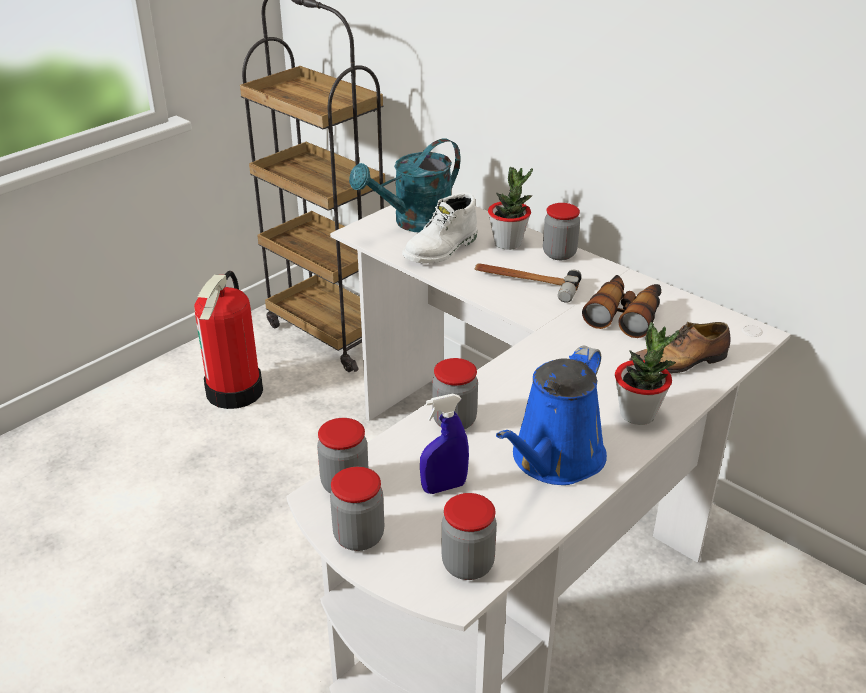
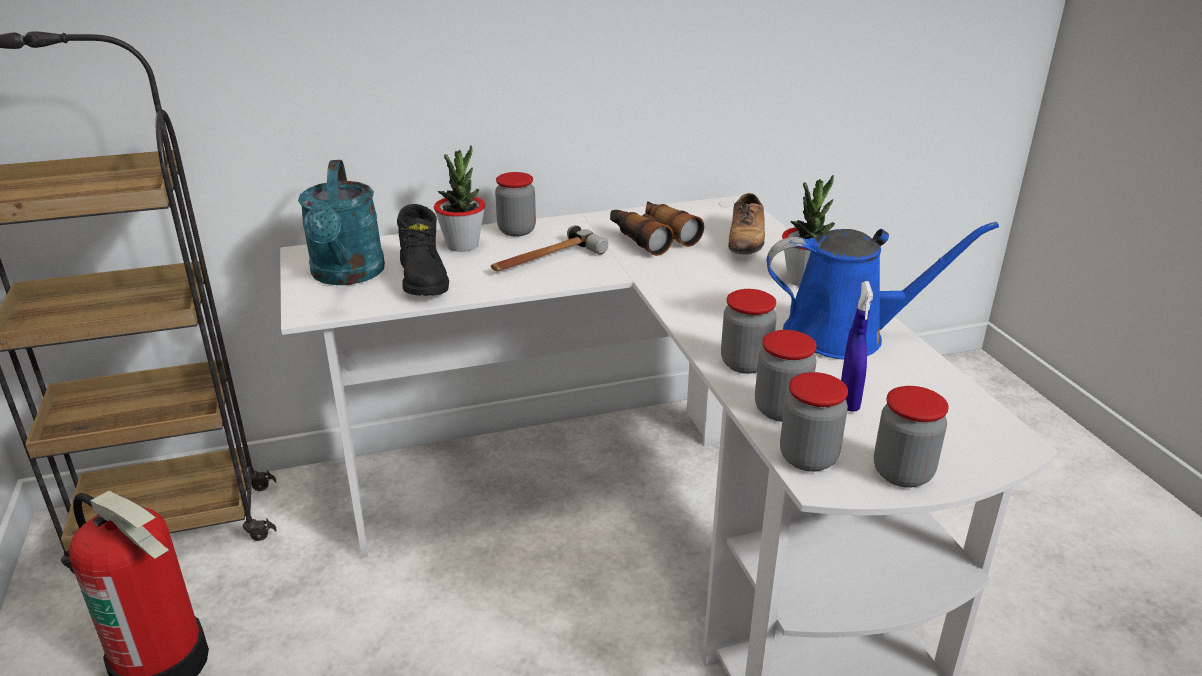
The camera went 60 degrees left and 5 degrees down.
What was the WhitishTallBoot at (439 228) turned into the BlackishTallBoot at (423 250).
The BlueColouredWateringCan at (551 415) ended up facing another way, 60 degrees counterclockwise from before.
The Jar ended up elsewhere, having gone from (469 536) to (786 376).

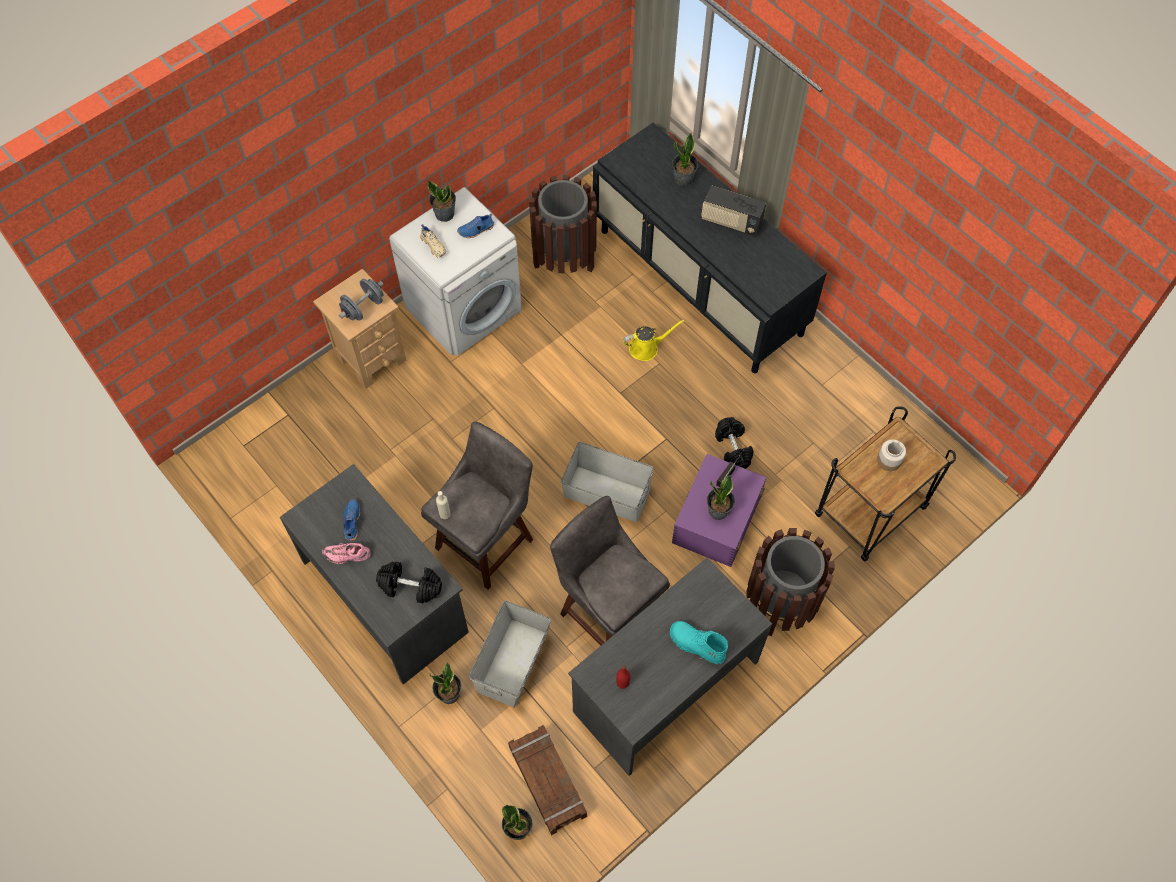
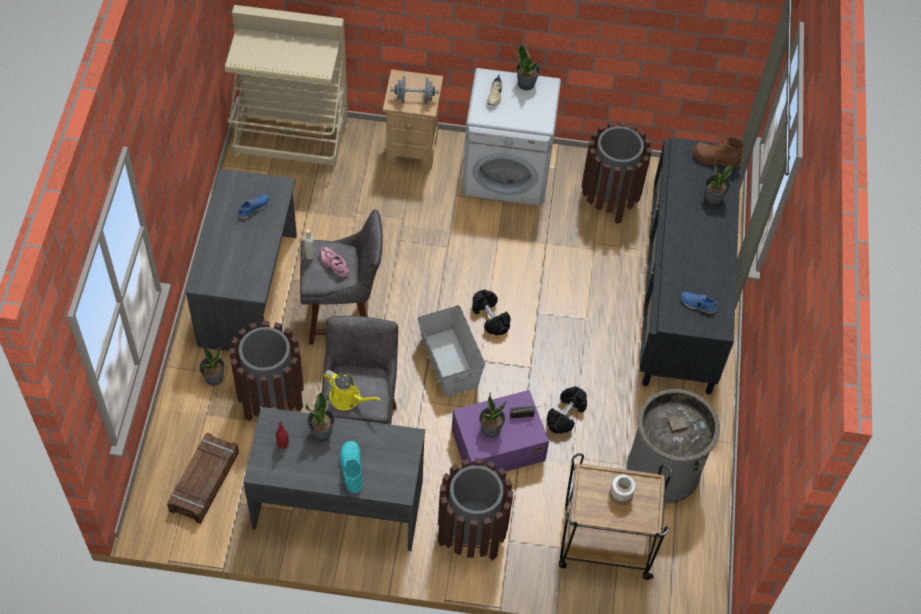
The camera went 45 degrees right and 5 degrees down.
The second view lost the RadioSet at (733 211).
The BlueColouredShoe ended up elsewhere, having gone from (475 226) to (699 303).
The YellowishWateringCan ended up elsewhere, having gone from (654 340) to (352 390).
The PinkishShoe ended up elsewhere, having gone from (346 553) to (334 262).
The BlackishFreeWeight ended up elsewhere, having gone from (409 582) to (491 312).
Where the GreyStorageBox stood at (510 653), the BrownishTrashCan came to stand at (266 371).
The PlantInAPot ended up elsewhere, having gone from (517 822) to (320 416).
The second view gained the BeigeColouredShoeRack at (286 87).
The second view gained the BrownishTallBoot at (718 152).
The second view gained the GreyTrashCan at (673 446).

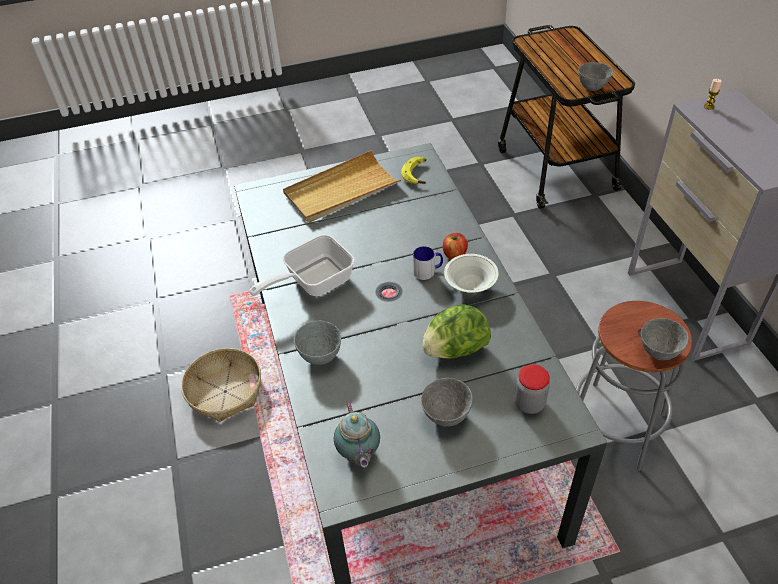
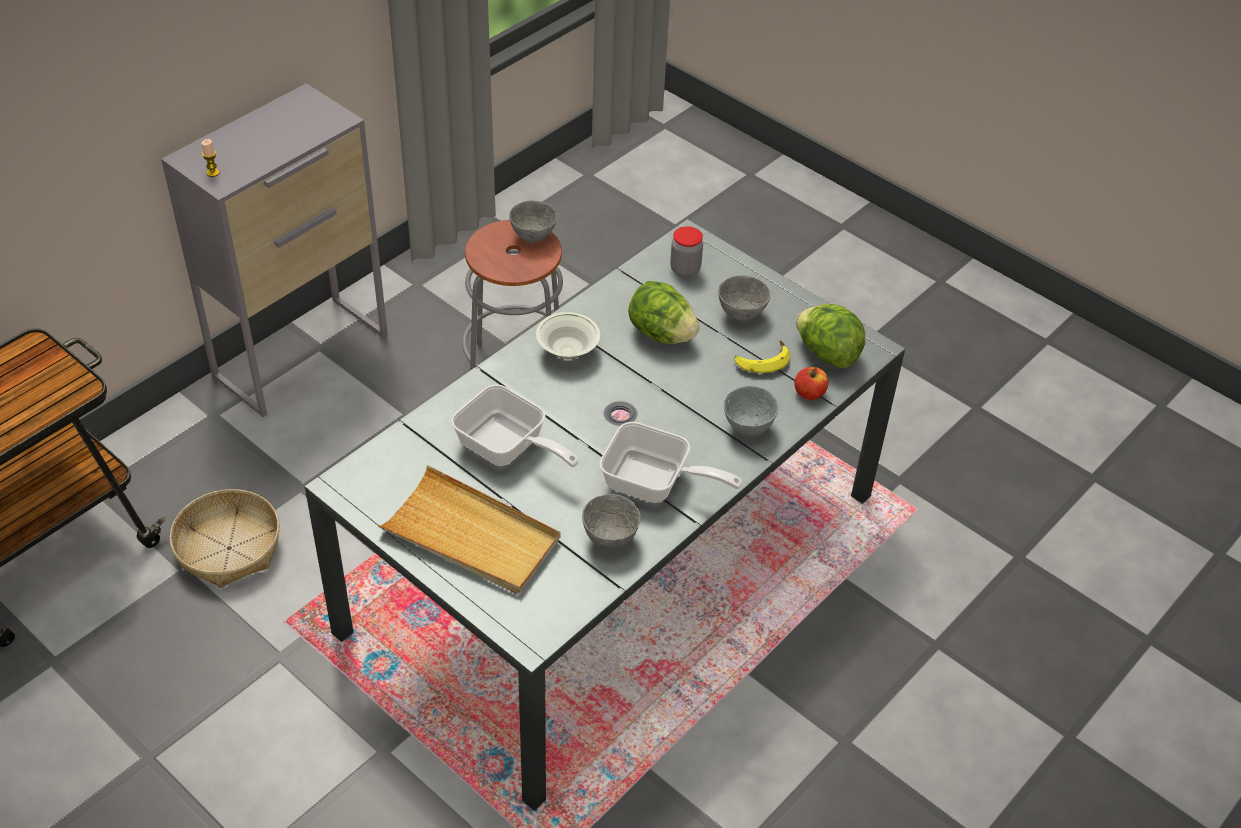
The camera went 125 degrees left and 0 degrees up.
The GreyBowl ended up elsewhere, having gone from (595 76) to (611 522).
The WholeBanana ended up elsewhere, having gone from (414 170) to (762 356).
The AppleFruit ended up elsewhere, having gone from (455 246) to (811 383).
The second view lost the CoffeeMug at (428 263).
The StorageBasket ended up elsewhere, having gone from (221 385) to (225 538).
Where the TeaPot stood at (357 434), the Lettuce came to stand at (830 336).
The second view gained the Skillet at (515 426).

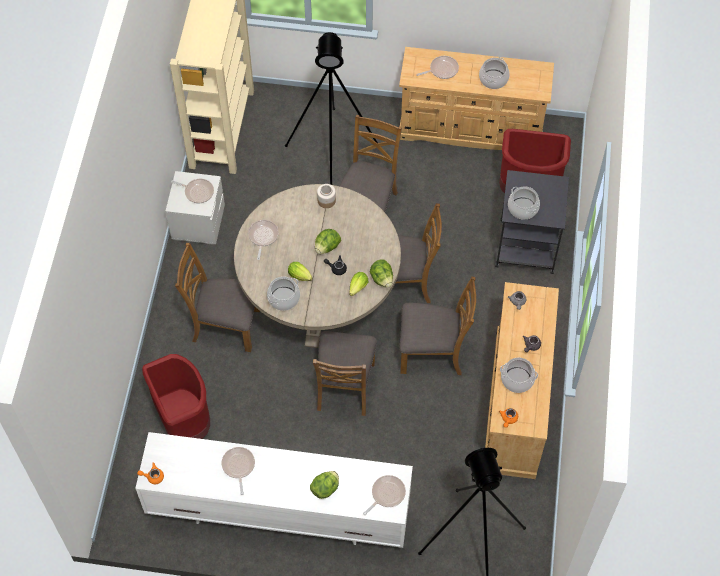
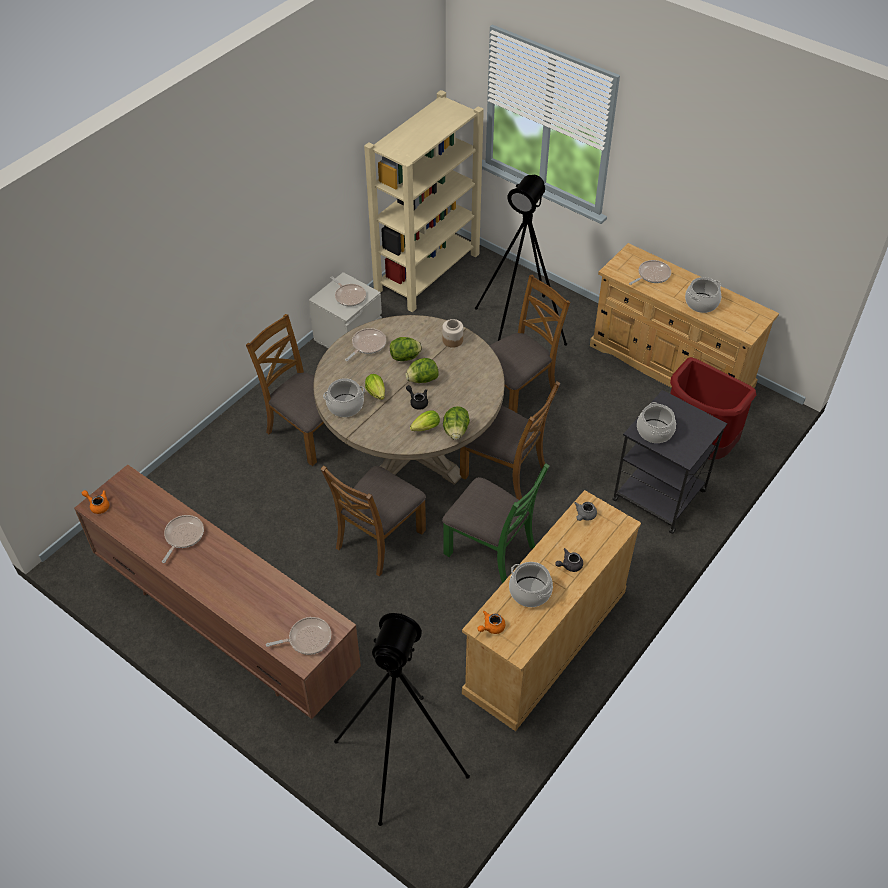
The camera went 30 degrees right and 10 degrees down.
The Skillet at (438 67) ended up facing another way, 45 degrees counterclockwise from before.
What was the BrownishChair at (438 325) turned into the GreenChair at (496 523).
The second view lost the ReddishTrashCan at (176 396).
What was the WhitishStorageCabinet at (274 490) turned into the BrownishStorageCabinet at (217 592).
The Lettuce ended up elsewhere, having gone from (324 485) to (406 349).

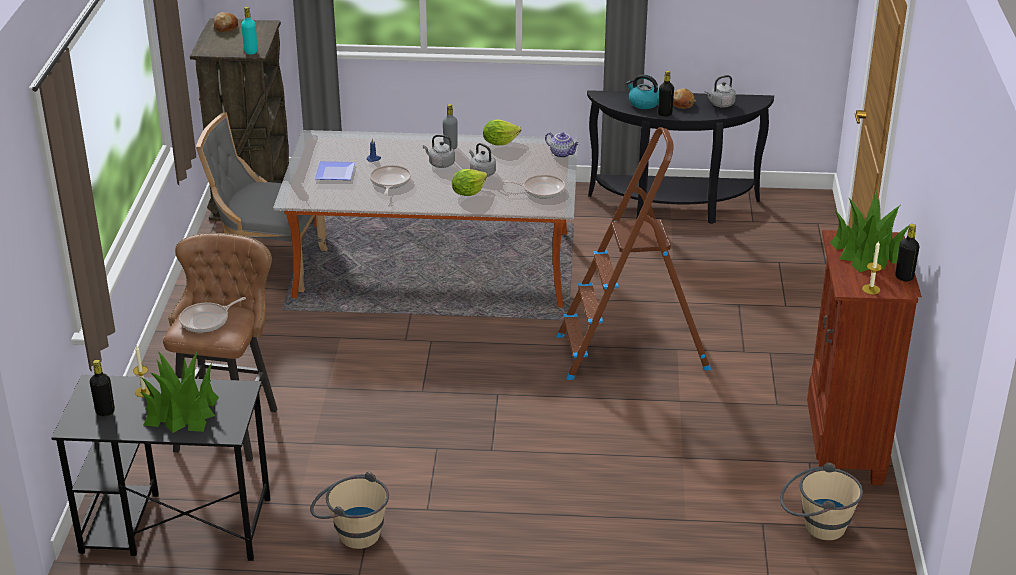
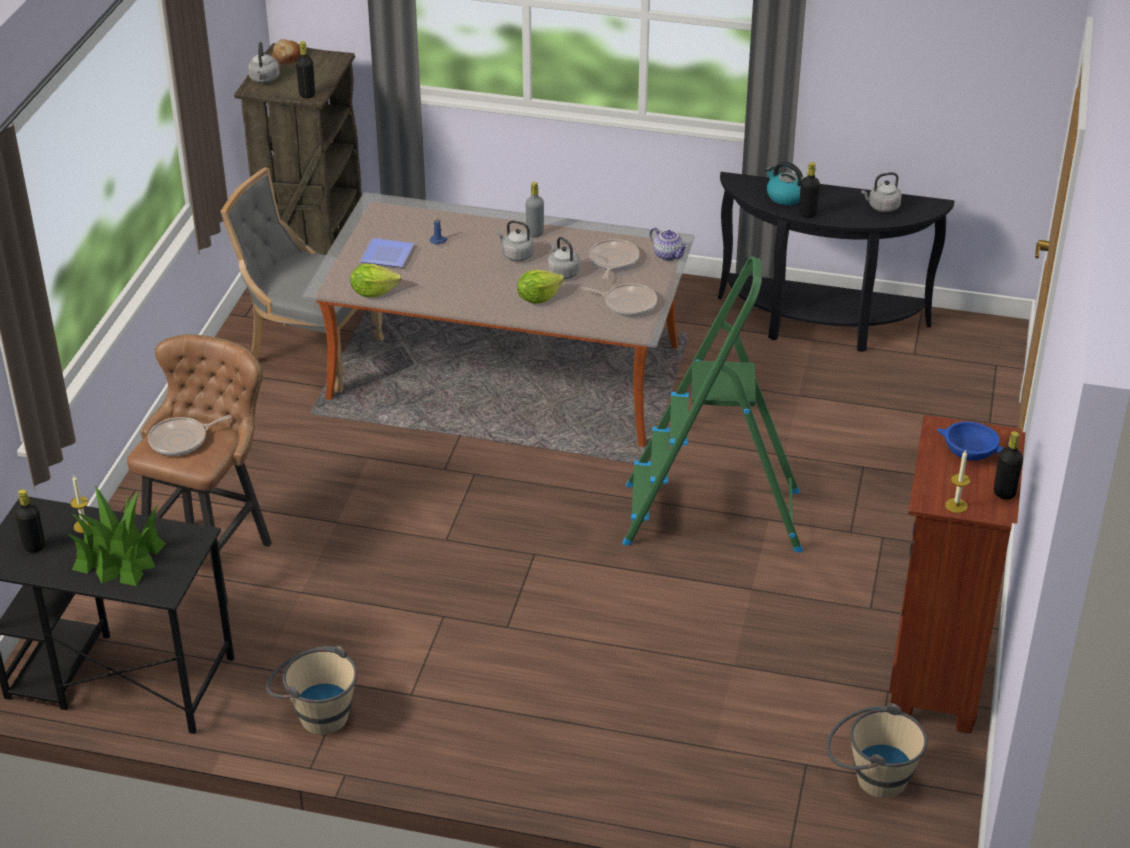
The camera went 10 degrees right and 5 degrees up.
What was the TurquoiseColouredDrinkBottle at (249 31) turned into the BlackishDrinkBottle at (305 69).
The second view lost the BakeryBread at (684 98).
The Lettuce ended up elsewhere, having gone from (502 133) to (376 280).
What was the BrownishStepStool at (633 253) turned into the GreenStepStool at (712 404).
The Skillet ended up elsewhere, having gone from (390 180) to (615 259).
Where the PlantInAPot stood at (869 231), the BlueColouredBowl came to stand at (970 441).
The second view gained the GreyTeaKettle at (264 62).

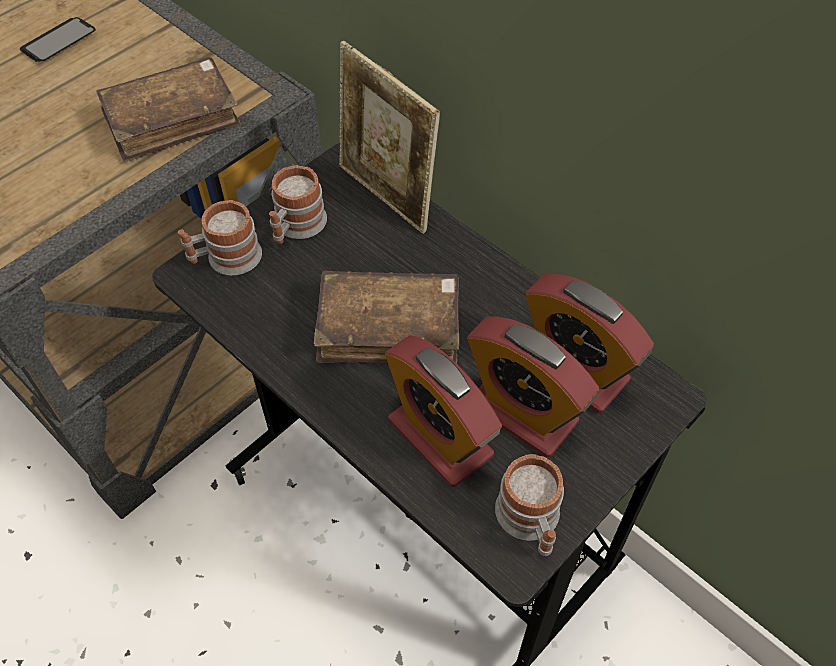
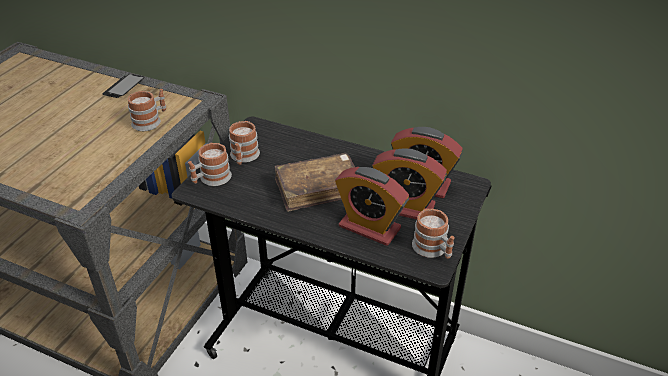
The camera went 20 degrees left and 15 degrees down.
The Phone ended up elsewhere, having gone from (58 39) to (123 86).
The second view lost the PictureFrame at (389 137).
Where the BrownishBook stood at (168 109), the CoffeeMug came to stand at (147 110).

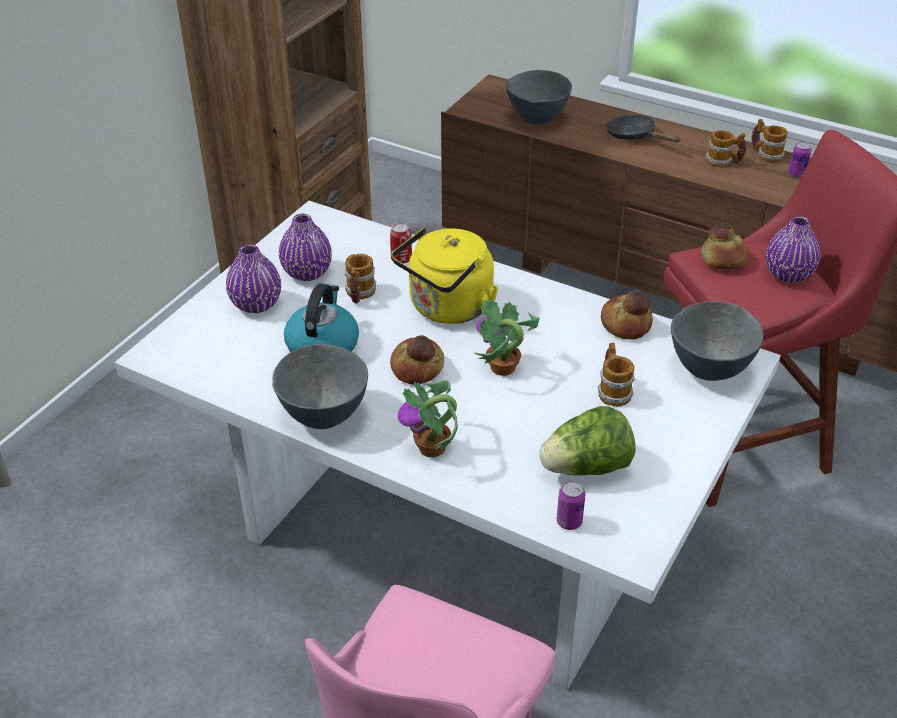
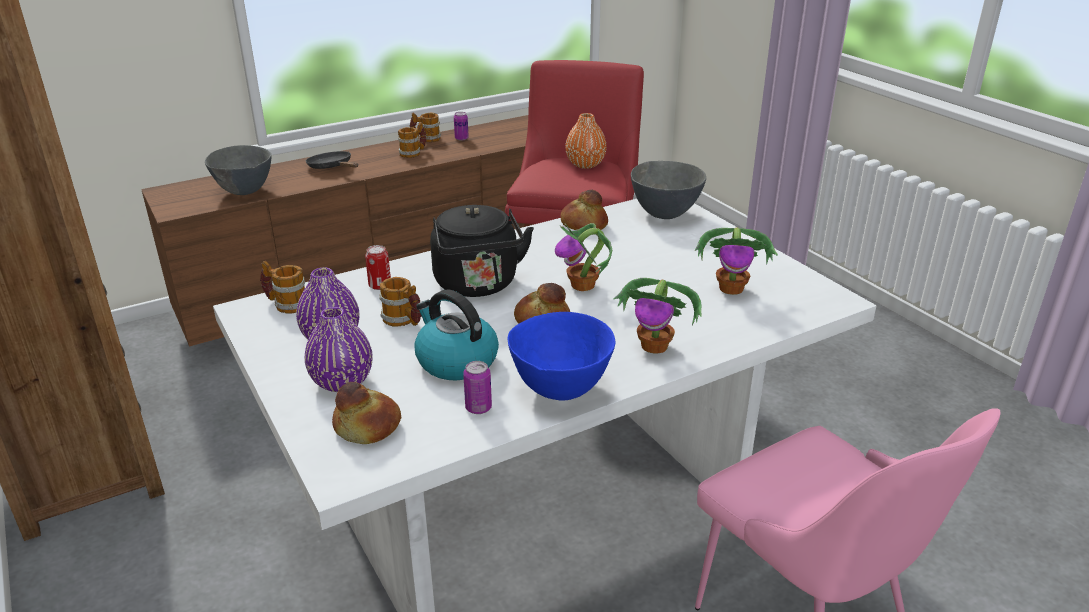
The camera went 60 degrees left and 10 degrees down.
The BlackishSkillet at (643 128) ended up facing another way, 60 degrees clockwise from before.
What was the PurpleVase at (793 249) turned into the OrangeVase at (586 141).
The BakeryBread ended up elsewhere, having gone from (725 246) to (366 413).
What was the YellowishTeaKettle at (445 276) turned into the BlackishTeaKettle at (482 251).
The CoffeeMug ended up elsewhere, having gone from (616 375) to (282 287).
What was the GreyBowl at (320 386) turned into the BlueColouredBowl at (561 356).
Where the Lettuce stood at (587 441), the PlantInAPot came to stand at (736 261).
The SealedCan ended up elsewhere, having gone from (571 505) to (477 387).

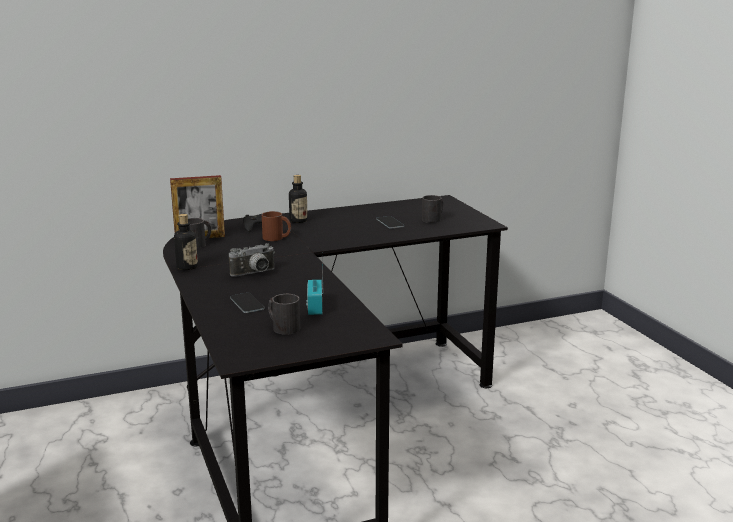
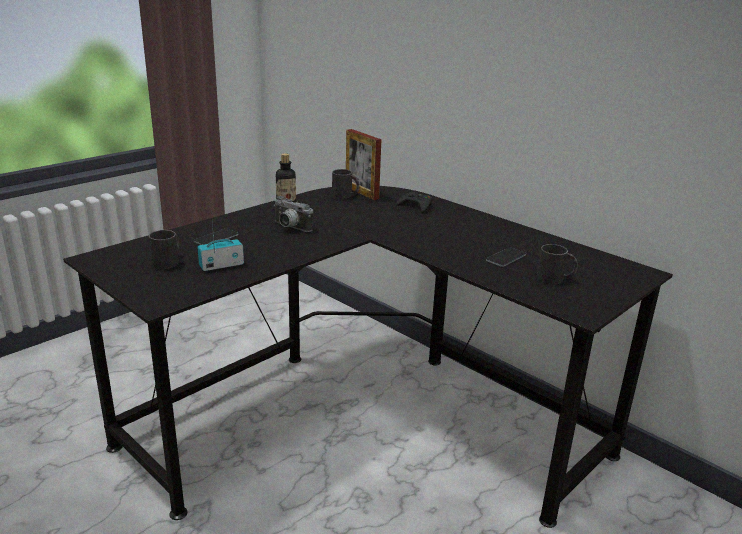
The camera went 65 degrees right and 5 degrees up.
The second view lost the DrinkBottle at (298 199).
The second view lost the BrownishCoffeeMug at (276 226).

